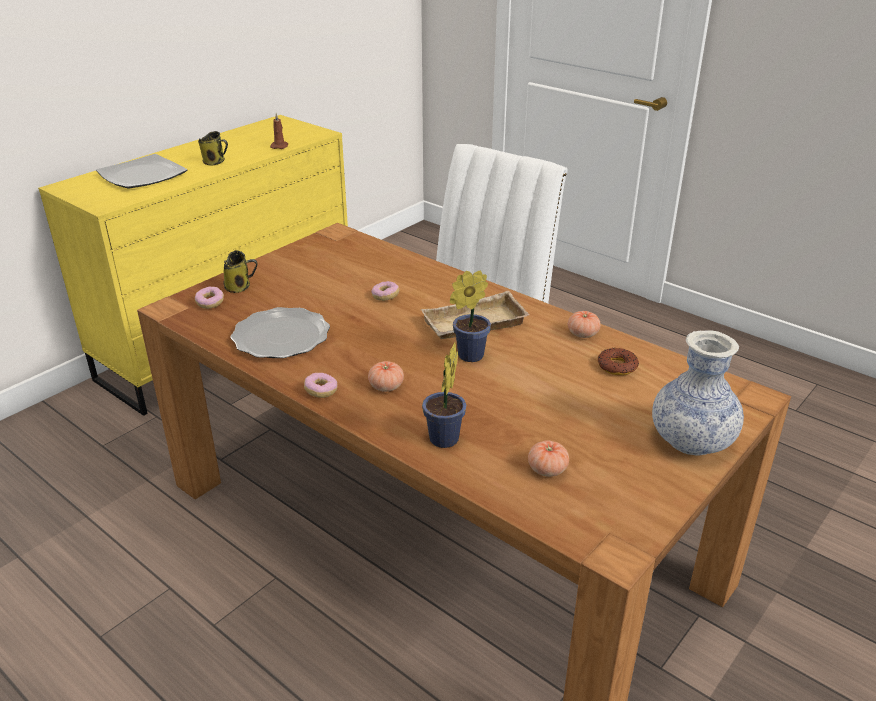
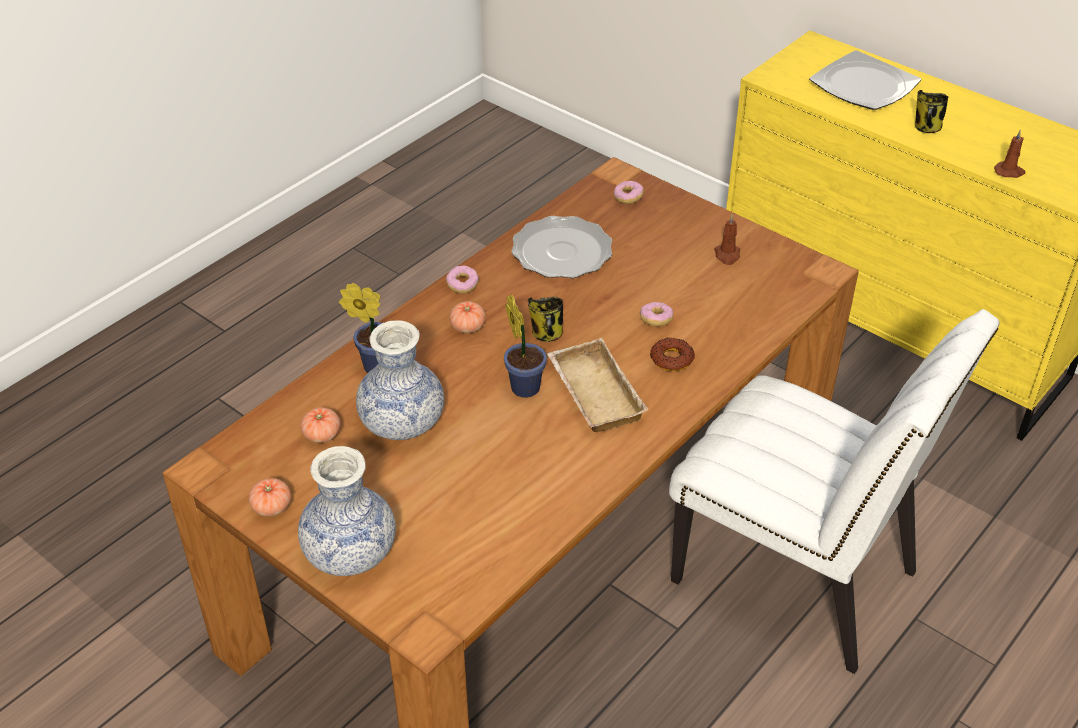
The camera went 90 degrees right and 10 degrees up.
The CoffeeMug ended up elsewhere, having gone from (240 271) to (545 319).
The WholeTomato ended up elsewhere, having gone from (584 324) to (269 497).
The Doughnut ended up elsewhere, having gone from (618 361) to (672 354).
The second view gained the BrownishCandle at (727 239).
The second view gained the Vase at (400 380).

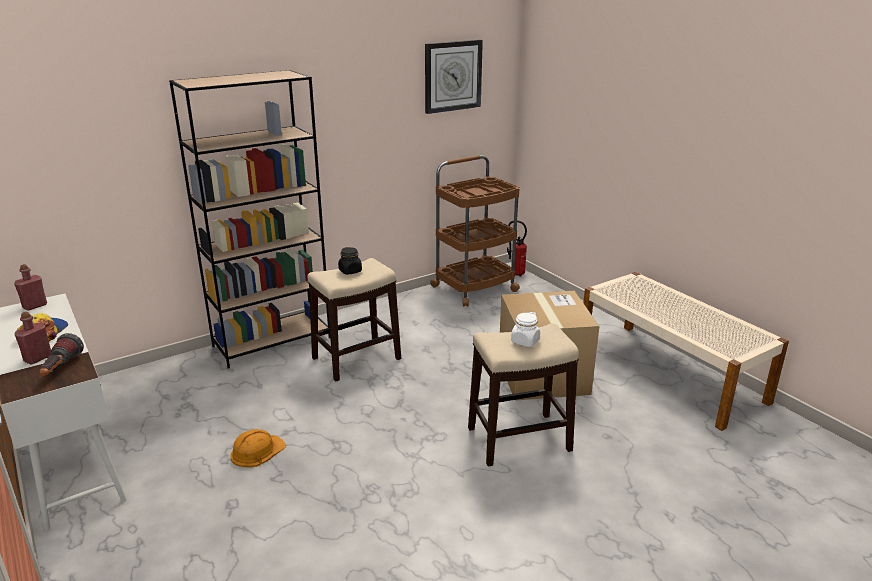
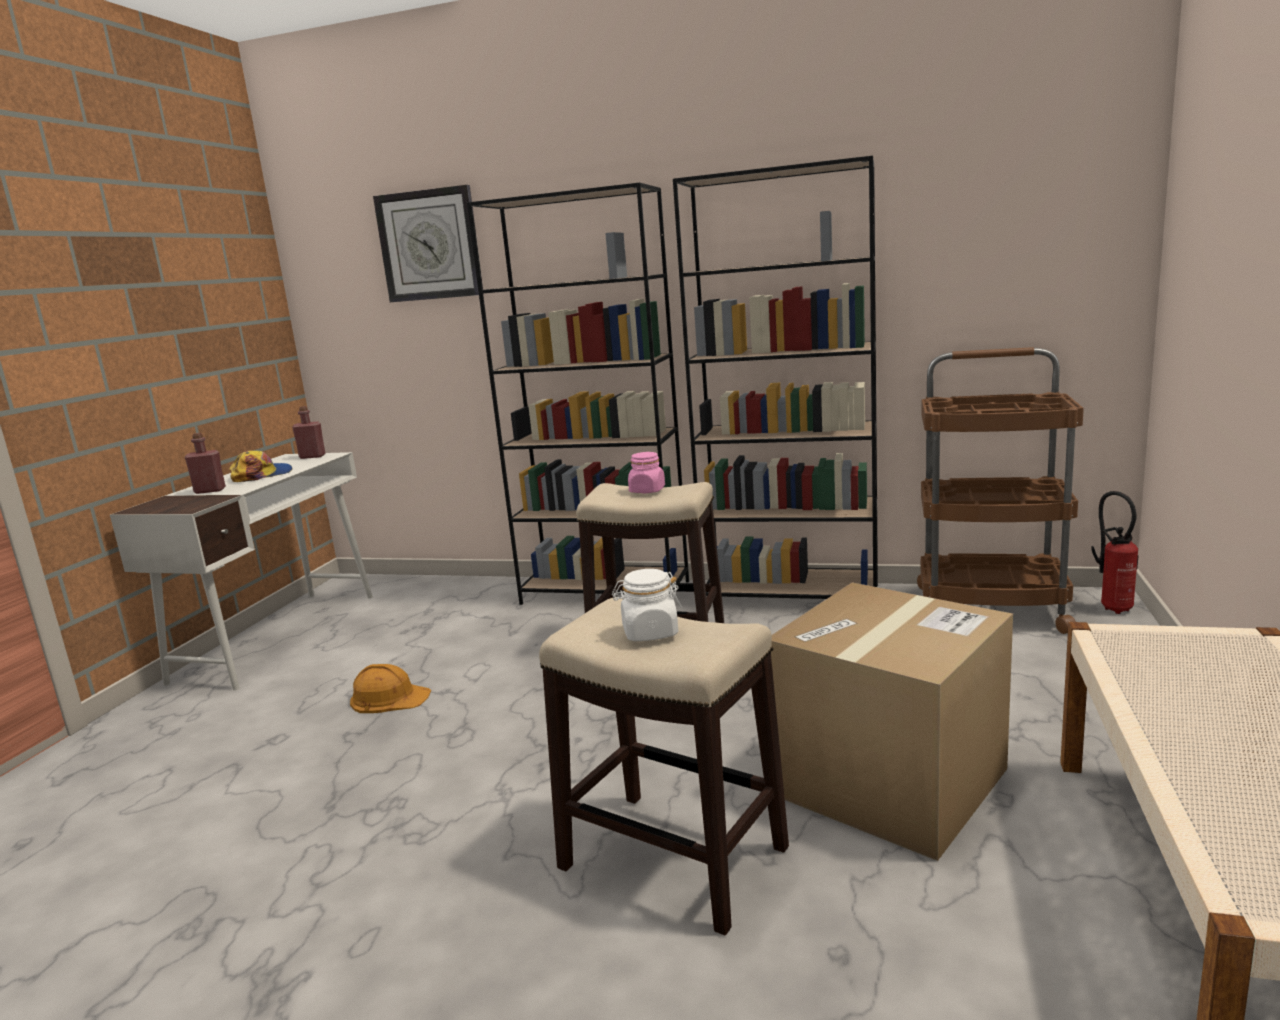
The camera went 50 degrees right and 10 degrees down.
The WallClock ended up elsewhere, having gone from (454 77) to (428 243).
What was the BlackishJar at (350 261) turned into the PinkishJar at (646 472).
The second view lost the HandTorch at (61 354).
The second view gained the BeigeColouredBookcase at (775 377).

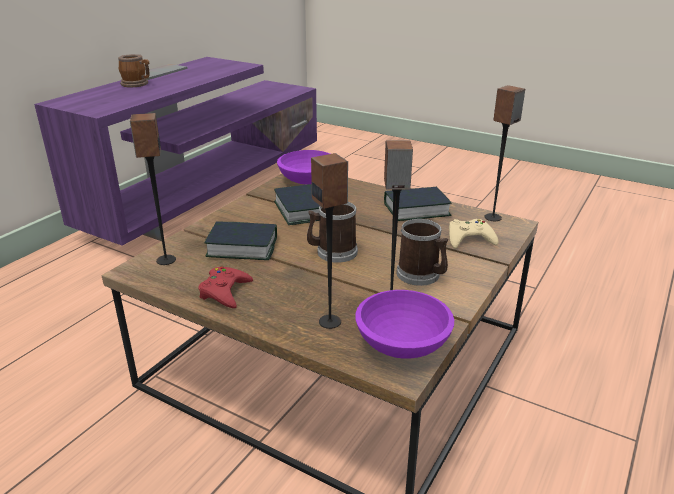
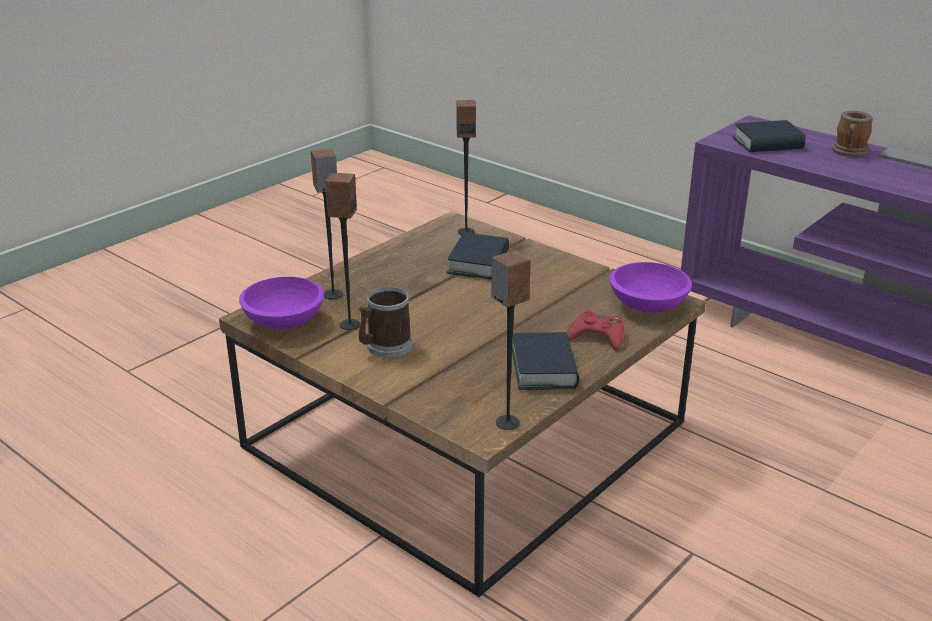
The camera went 100 degrees right and 0 degrees up.
The Book ended up elsewhere, having gone from (297 204) to (769 136).
The second view lost the CoffeeMug at (332 232).
The second view lost the BeigeColouredGamepad at (474 234).
The ReddishGamepad ended up elsewhere, having gone from (225 287) to (595 330).

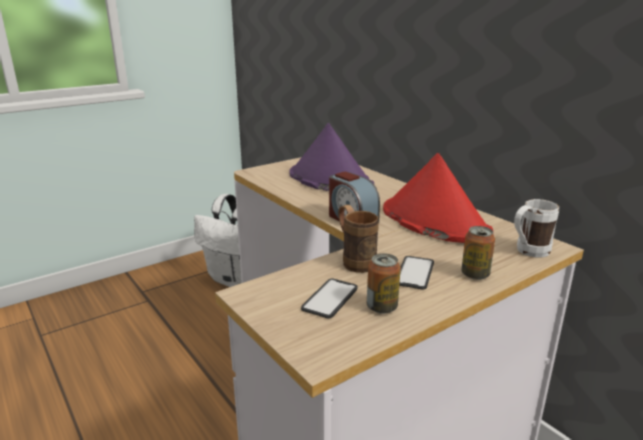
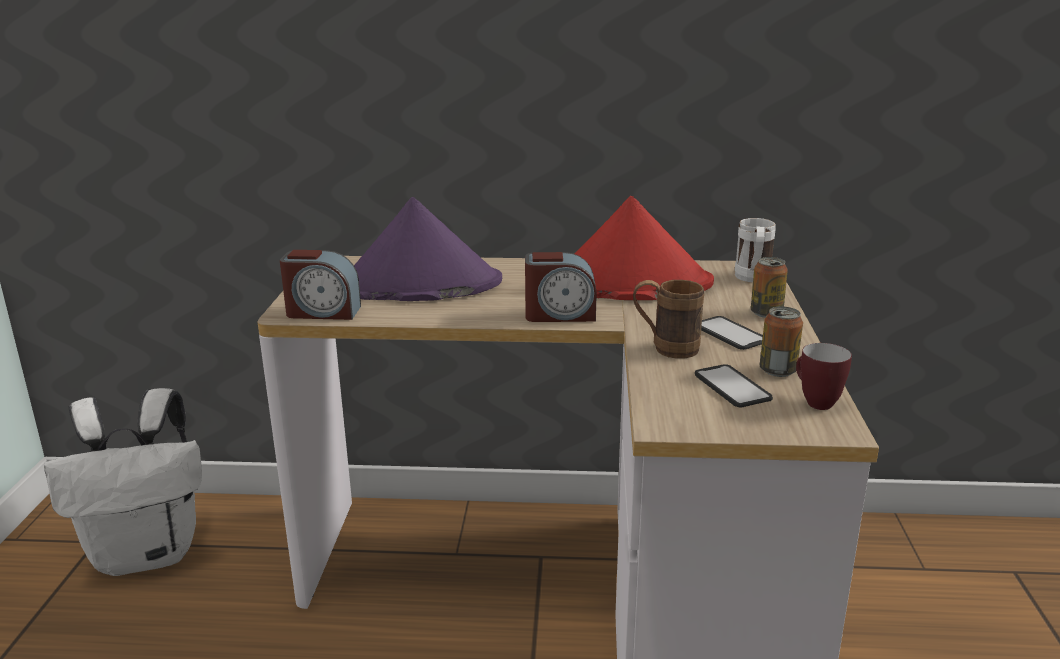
The camera went 50 degrees left and 0 degrees up.
The second view gained the TableClock at (320 285).
The second view gained the CoffeeMug at (824 376).

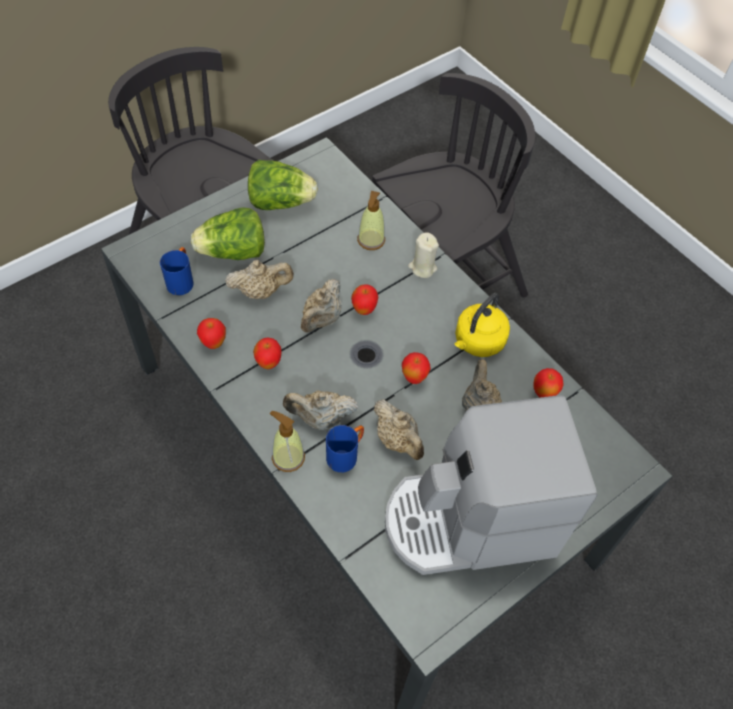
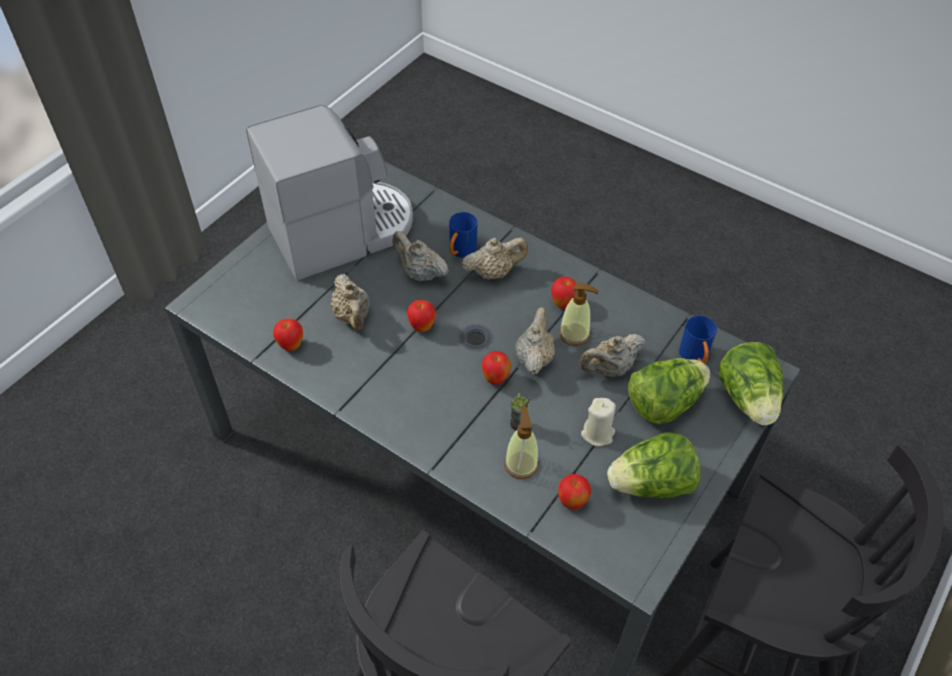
The camera went 165 degrees right and 5 degrees down.
The BeigeColouredCandle ended up elsewhere, having gone from (423 255) to (598 422).
The second view lost the YellowishTeaKettle at (482 325).
The AppleFruit ended up elsewhere, having gone from (211 333) to (574 492).
The LiquidSoapBottle ended up elsewhere, having gone from (287 441) to (579 314).
The second view gained the Lettuce at (751 383).
The second view gained the SmallCup at (520 412).

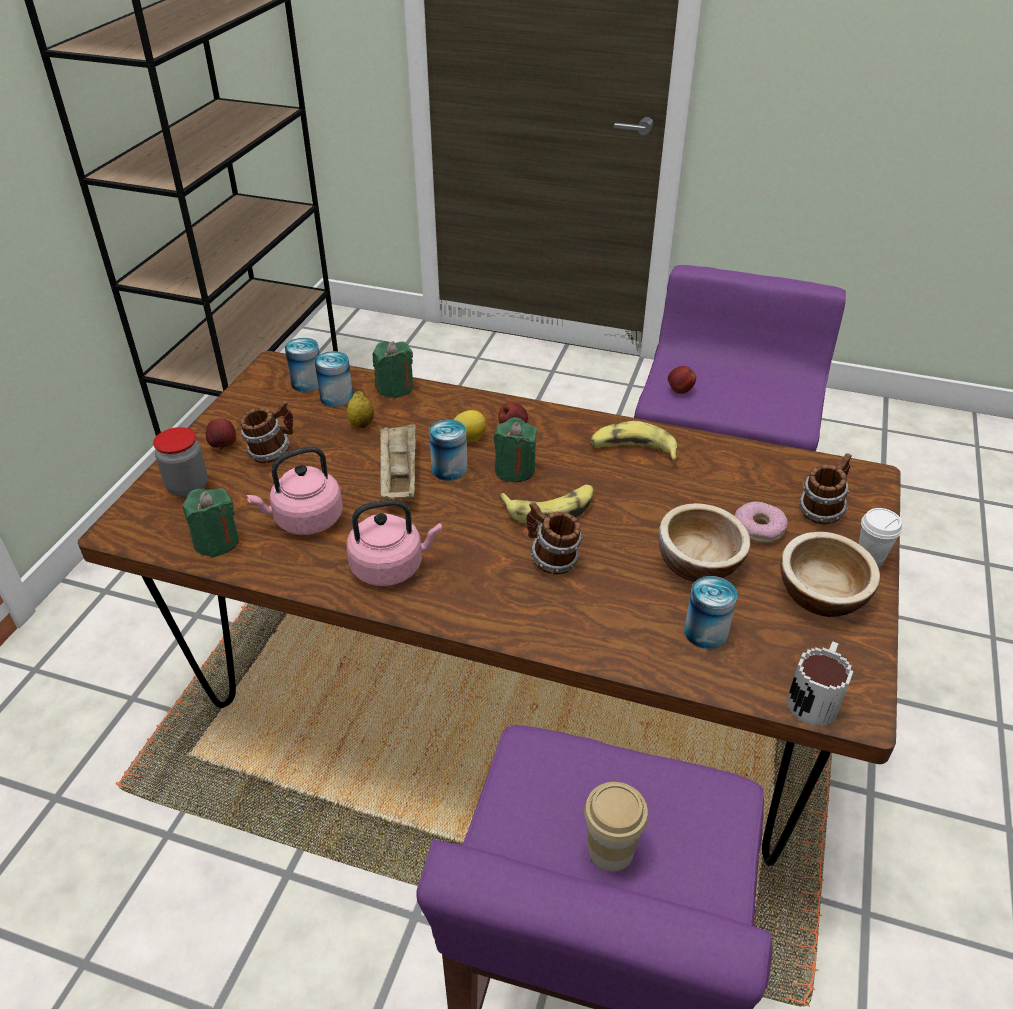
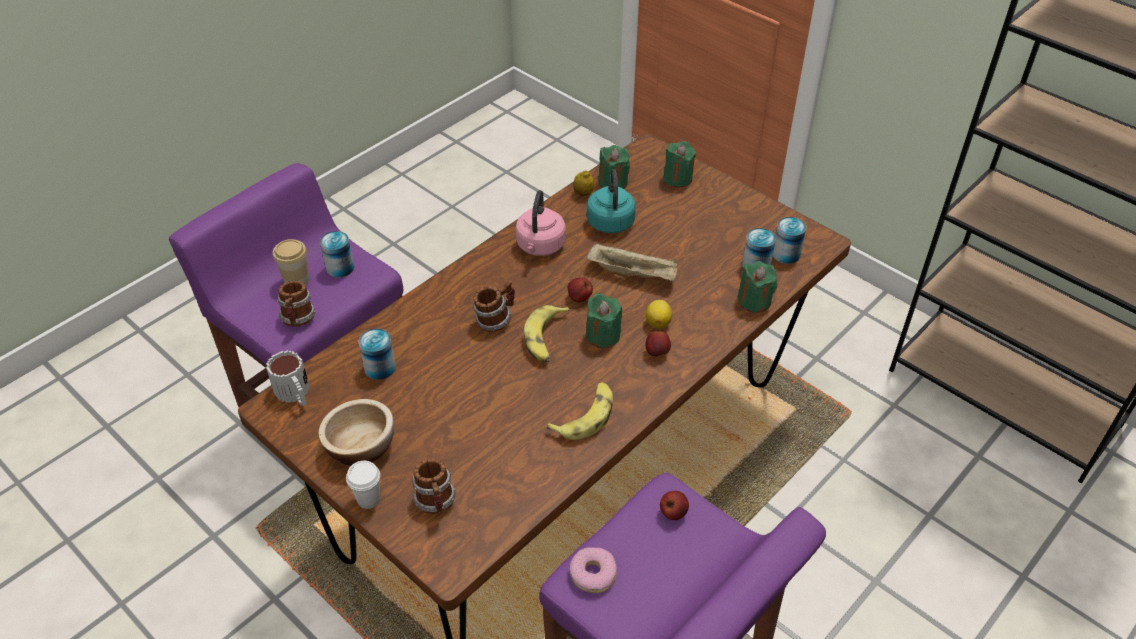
The camera went 115 degrees right and 5 degrees up.
The WholeLemon ended up elsewhere, having gone from (360 409) to (583 183).
The CoffeeMug ended up elsewhere, having gone from (267 432) to (296 304).
The AppleFruit ended up elsewhere, having gone from (221 434) to (580 290).
The SealedCan ended up elsewhere, having gone from (448 450) to (337 254).
Where the Jar stood at (180 462), the GreenCandle came to stand at (679 164).
What was the PinkishTeaKettle at (294 490) turned into the TurquoiseColouredTeaKettle at (611 201).
The Doughnut ended up elsewhere, having gone from (761 522) to (593 570).
The second view lost the Bowl at (704 542).

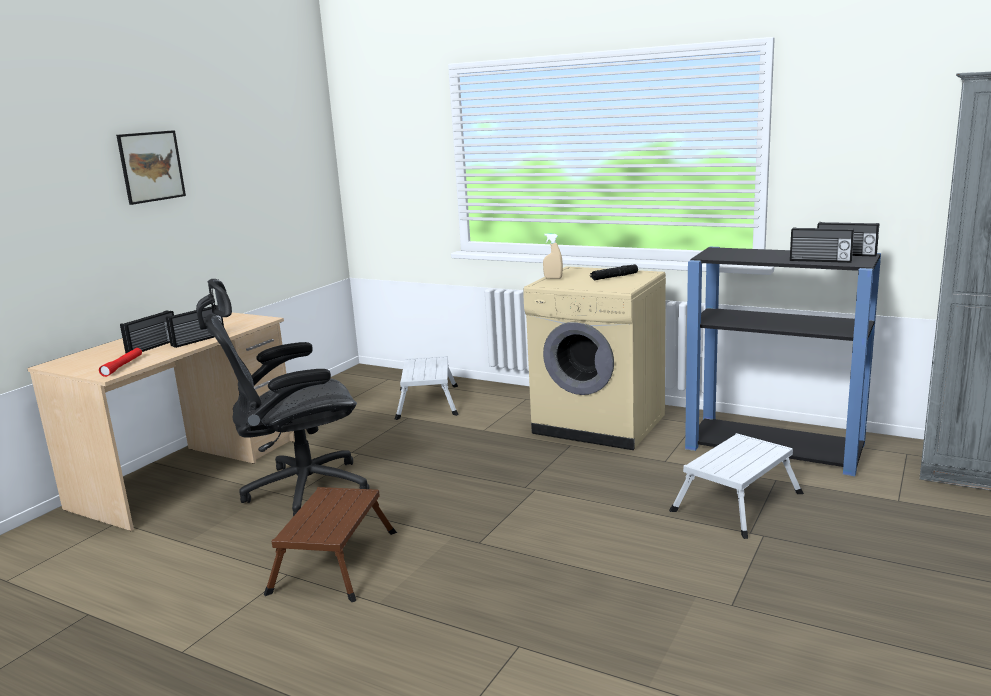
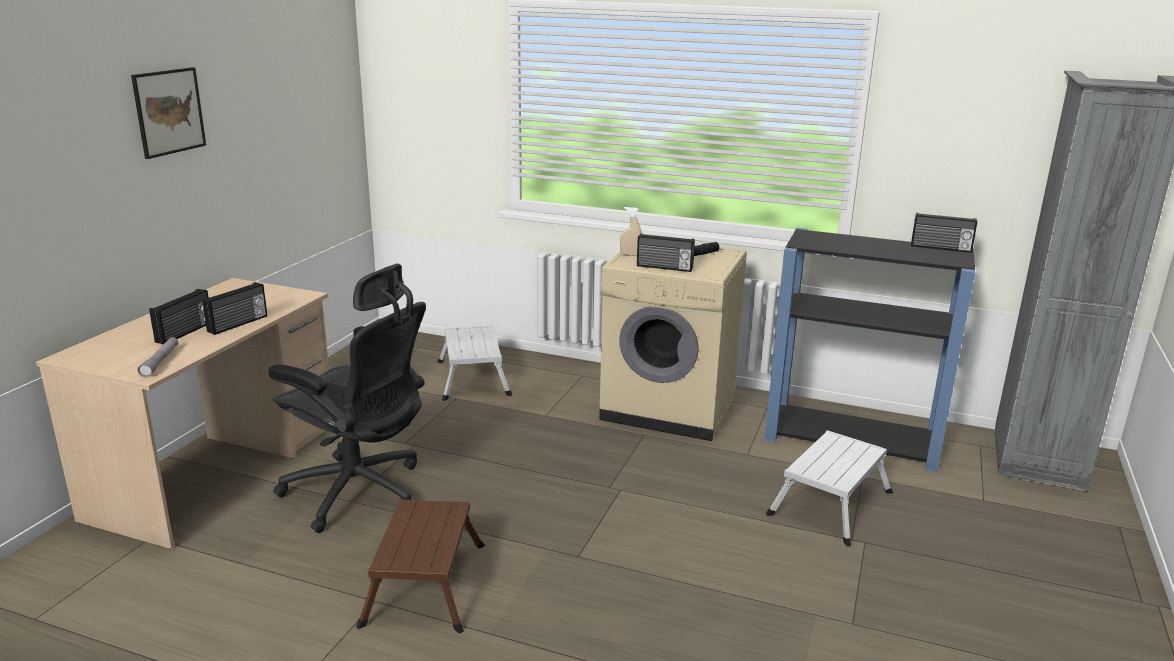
The camera went 10 degrees left and 5 degrees up.
The RadioSet ended up elsewhere, having gone from (822 245) to (666 253).
The ComputerChair at (283 398) ended up facing another way, 120 degrees counterclockwise from before.
What was the ReddishHandTorch at (120 362) turned into the GreyHandTorch at (158 357).

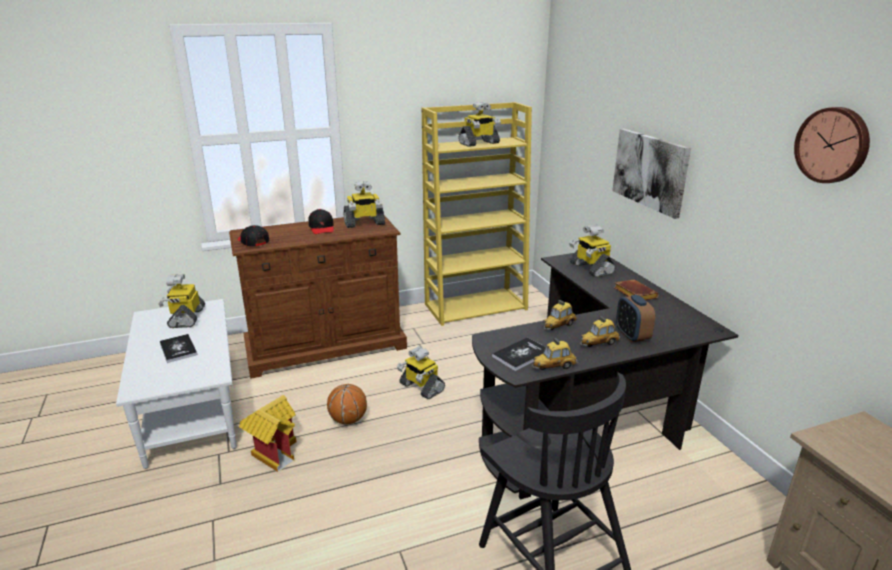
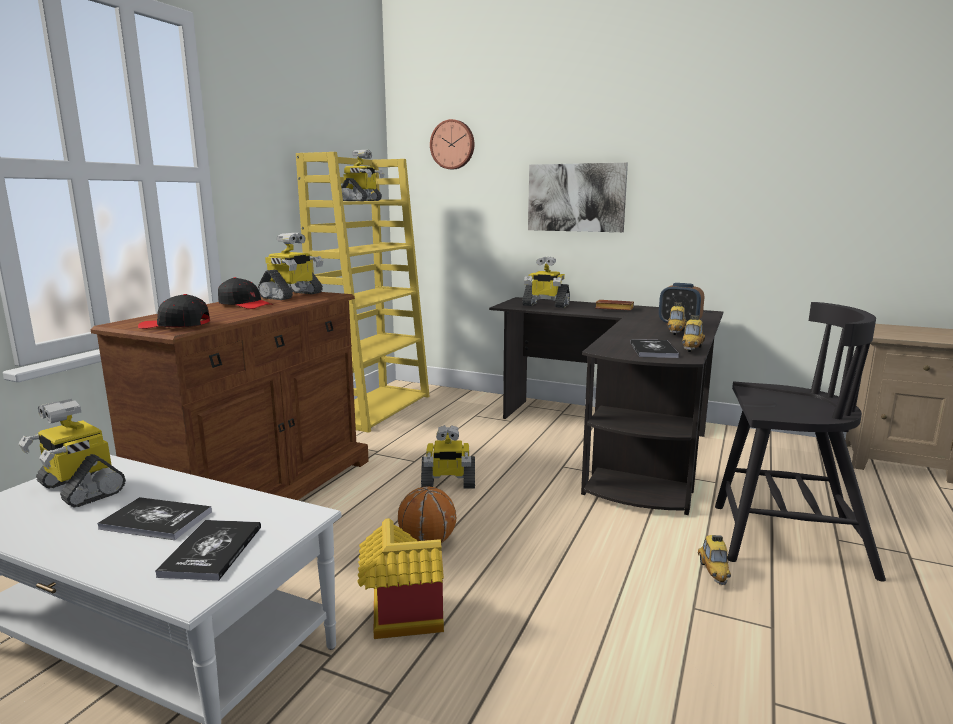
The camera went 45 degrees left and 10 degrees down.
The WallClock ended up elsewhere, having gone from (832 145) to (452 144).
The MiniatureCar ended up elsewhere, having gone from (560 315) to (714 560).
The second view gained the Book at (208 550).

